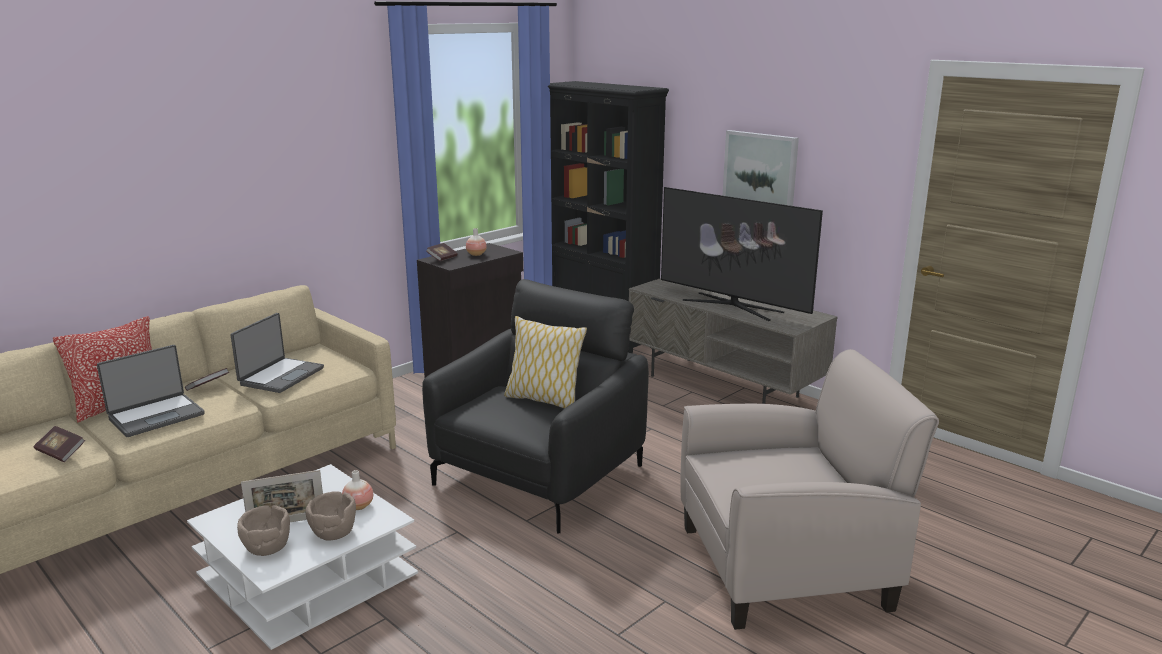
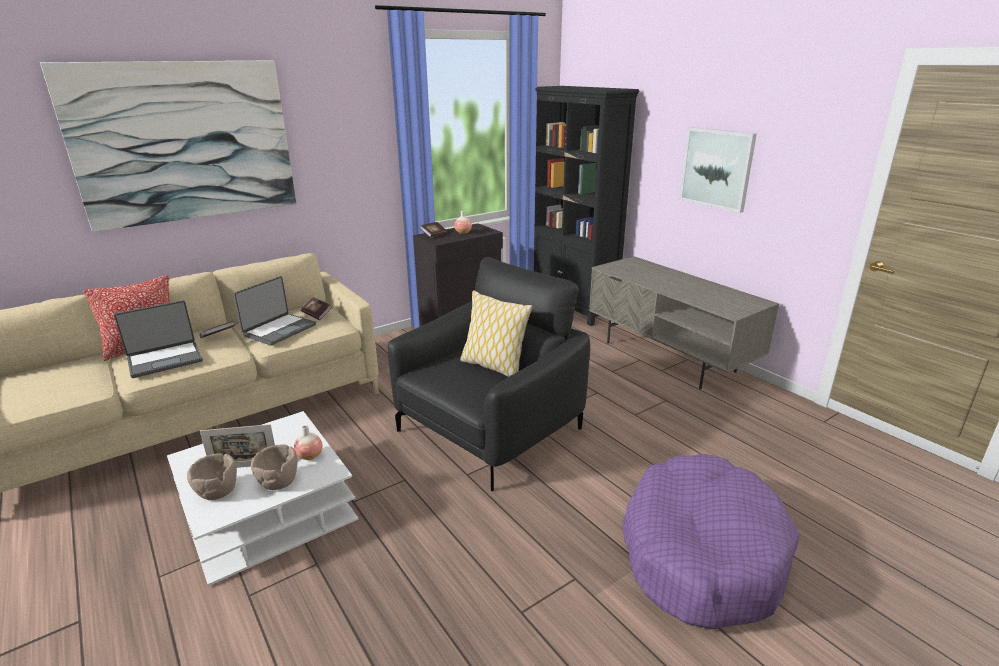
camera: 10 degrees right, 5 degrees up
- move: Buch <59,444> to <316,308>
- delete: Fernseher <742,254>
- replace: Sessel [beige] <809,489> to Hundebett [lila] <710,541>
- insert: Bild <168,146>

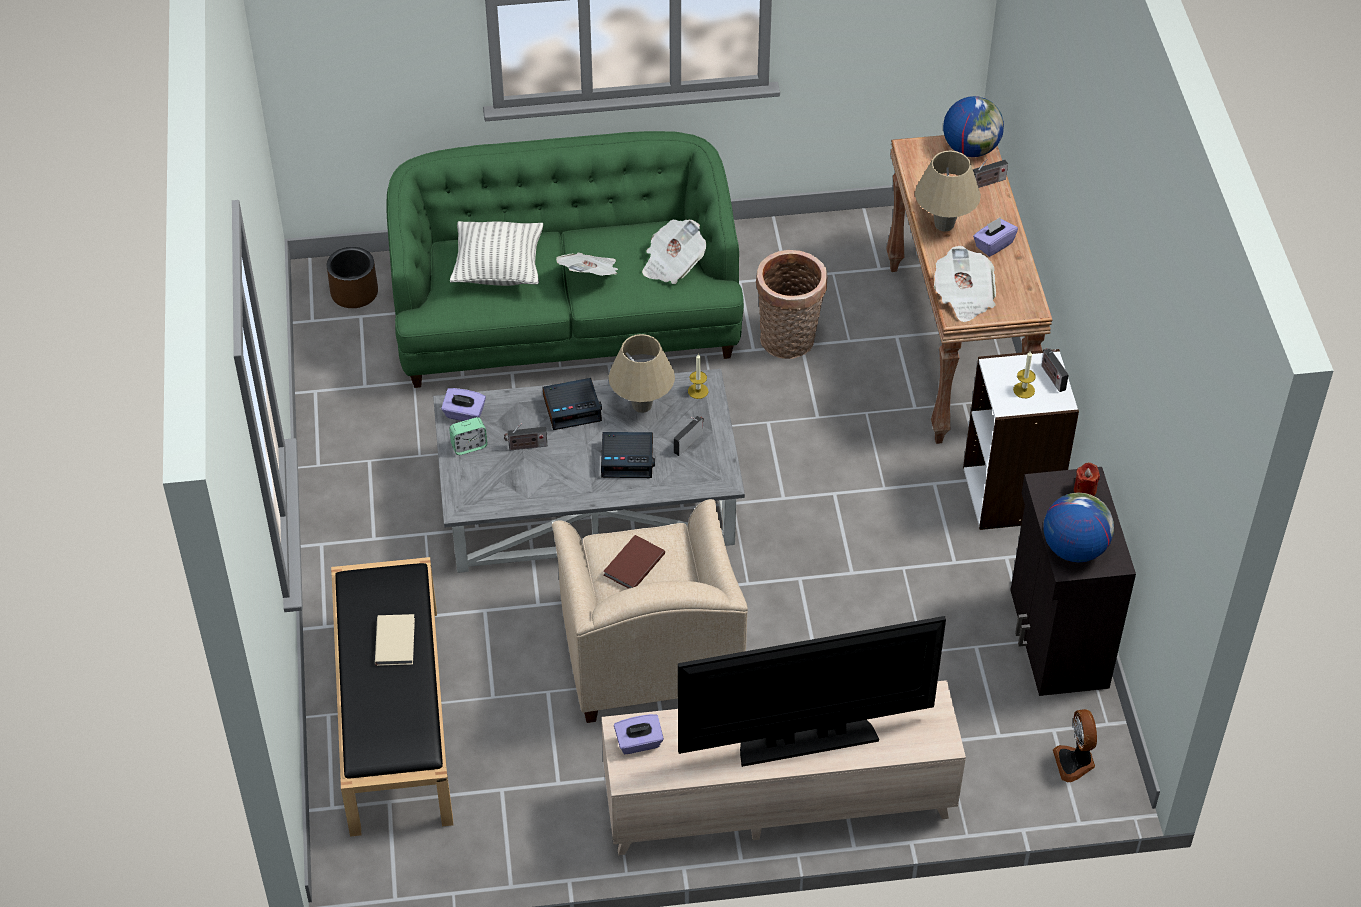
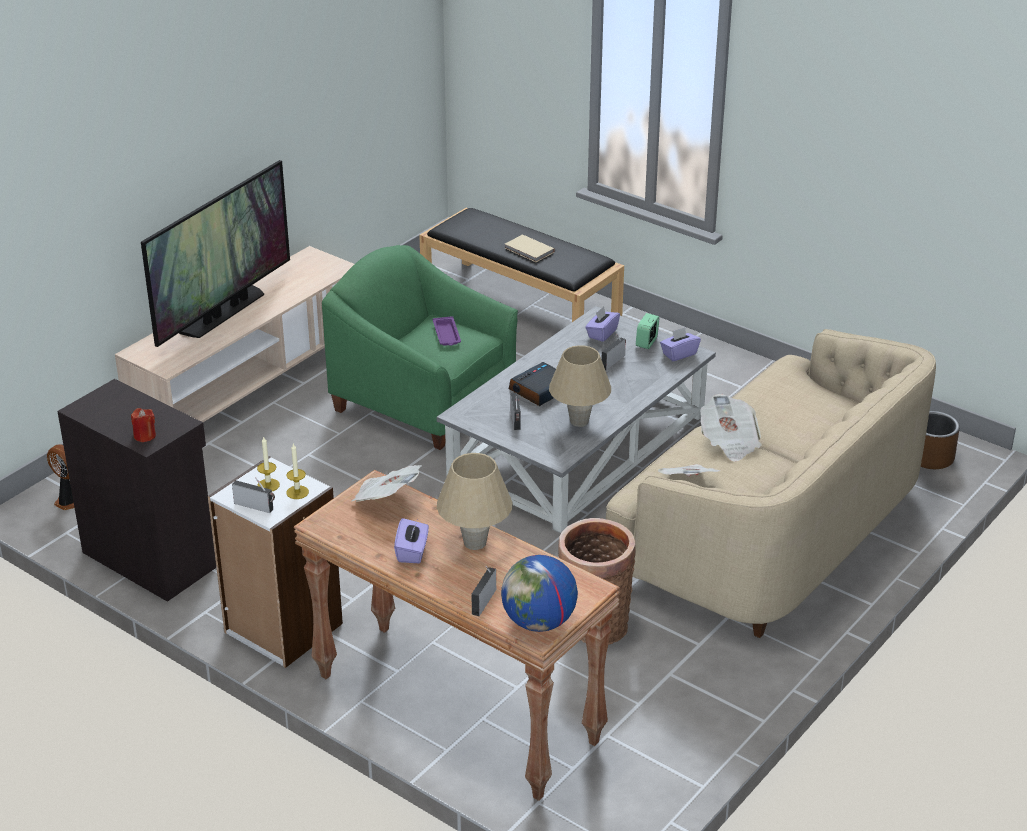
camera: 135 degrees right, 15 degrees down
- recolor: Sofa [grün] <565,259> to Sofa [beige] <771,483>
- delete: Kissen <496,253>
- delete: Wecker <572,404>
- recolor: Sessel [beige] <650,611> to Sessel [grün] <420,347>
- replace: Buch [braun] <634,562> to Tablett [lila] <447,331>
- move: Taschentuchbox [lila] <639,734> to <602,324>
- move: Kerze <698,376> to <297,471>
- delete: Globus <1079,527>

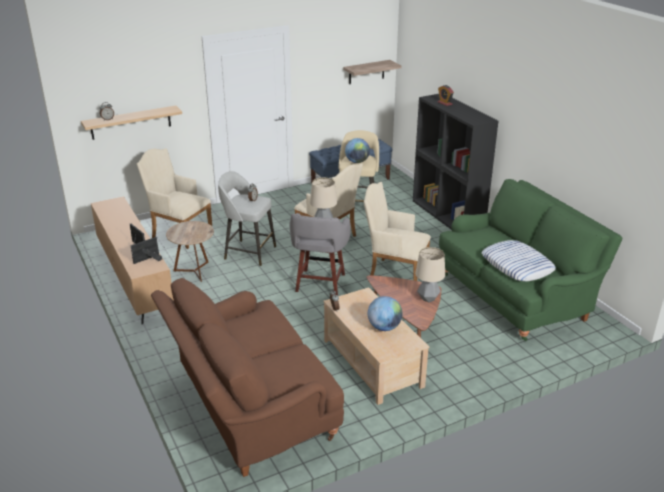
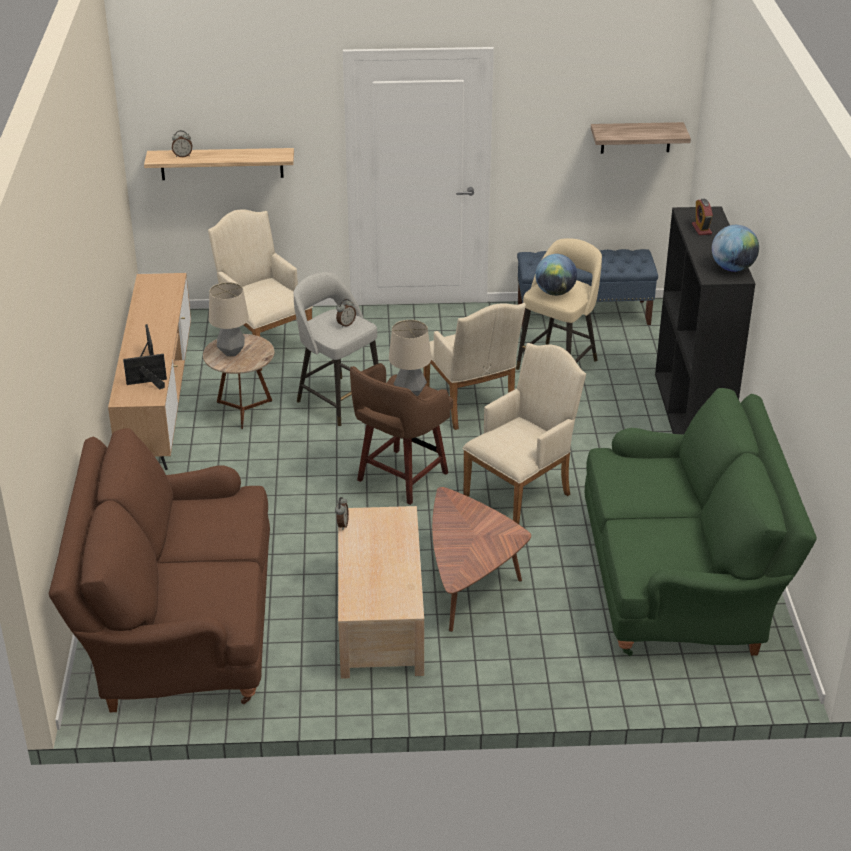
camera: 25 degrees right, 5 degrees up
- recolor: Hocker [grau] <320,254> to Hocker [braun] <401,434>
- rotate: Sessel [beige] <397,231> = <524,433> 90 degrees clockwise
- move: Globus <385,313> to <735,248>
- move: Tischlampe <430,274> to <229,319>
- delete: Kissen <519,261>

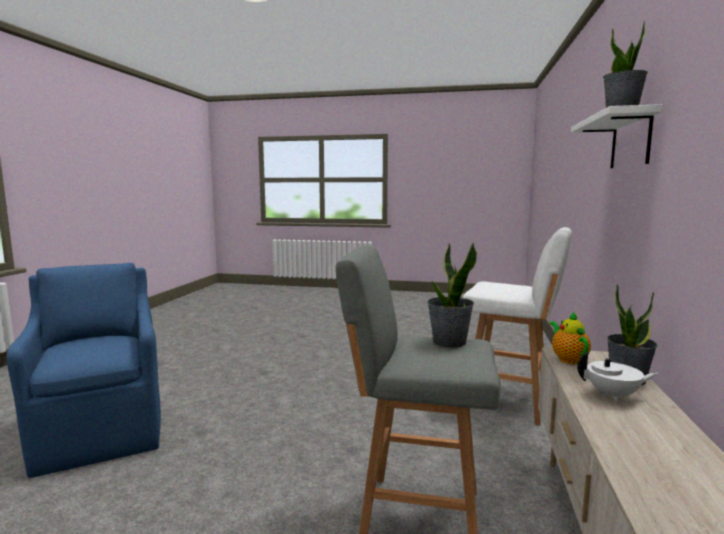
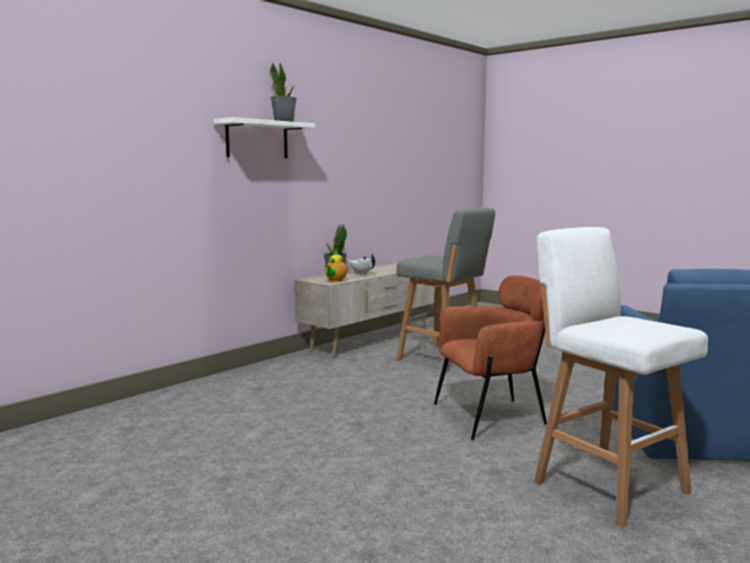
camera: 150 degrees left, 0 degrees up
- delete: Topfpflanze <452,294>
- move: Hocker [weiß] <517,326> to <621,377>
- insert: Sessel [braun] <490,357>

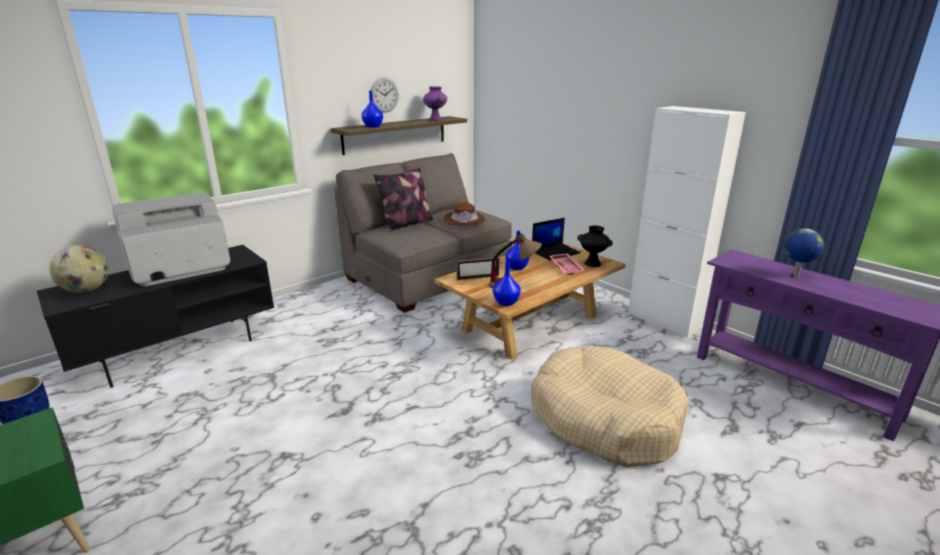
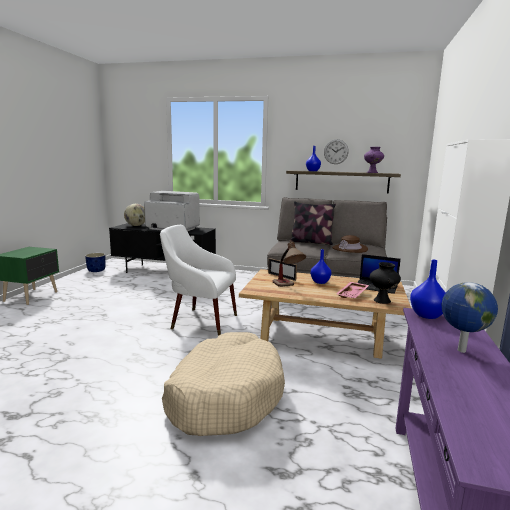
camera: 55 degrees right, 10 degrees down
- move: Vase [blau] <507,283> to <428,289>
- insert: Sessel [weiß] <198,280>

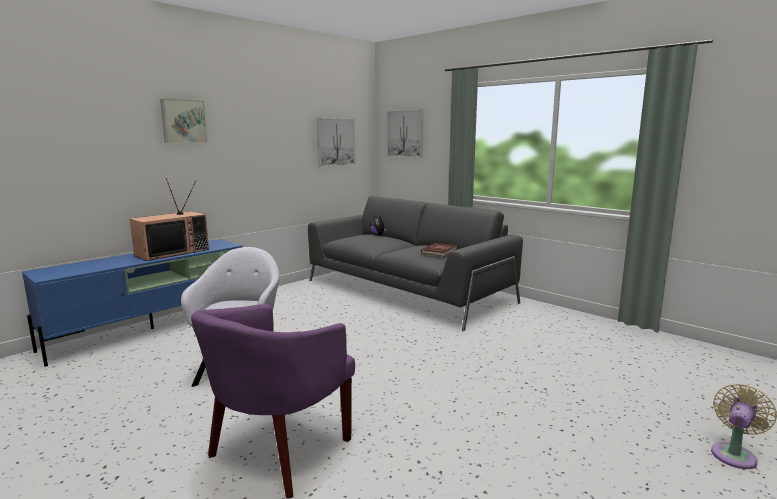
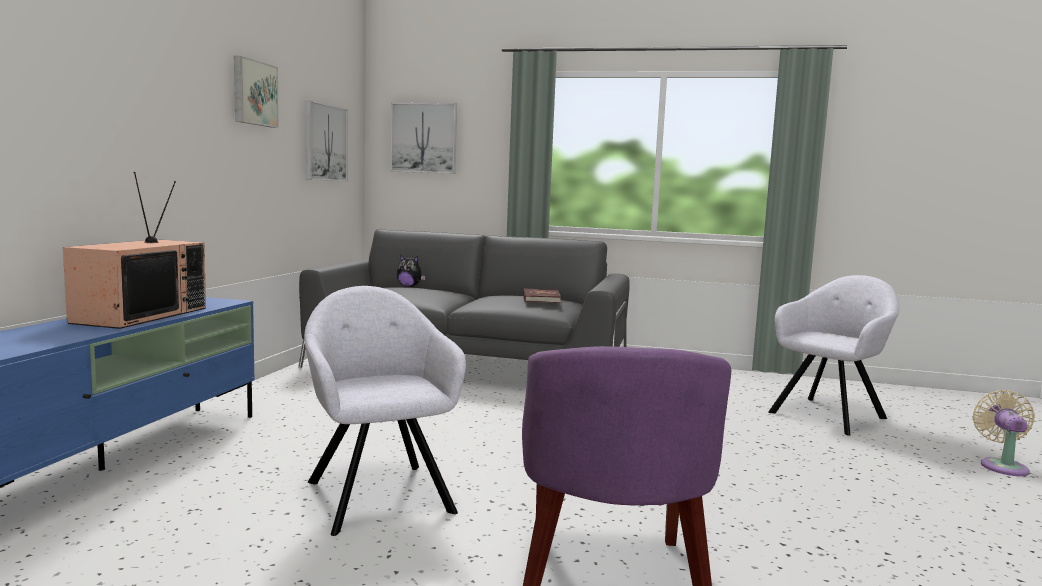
camera: 30 degrees left, 5 degrees down
- move: Bild <183,121> to <256,92>
- insert: Sessel [grau] <833,355>

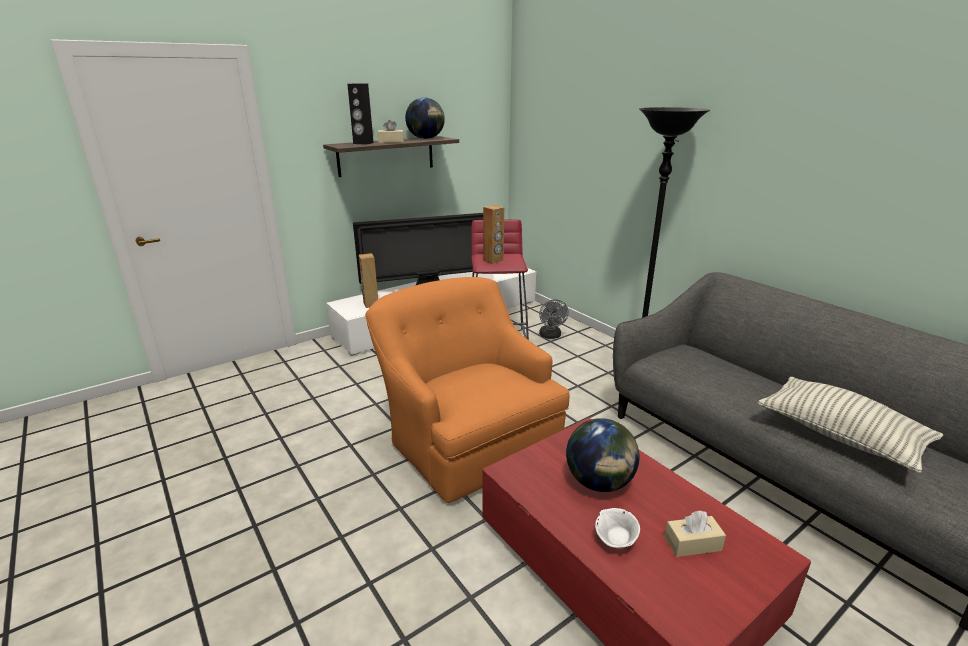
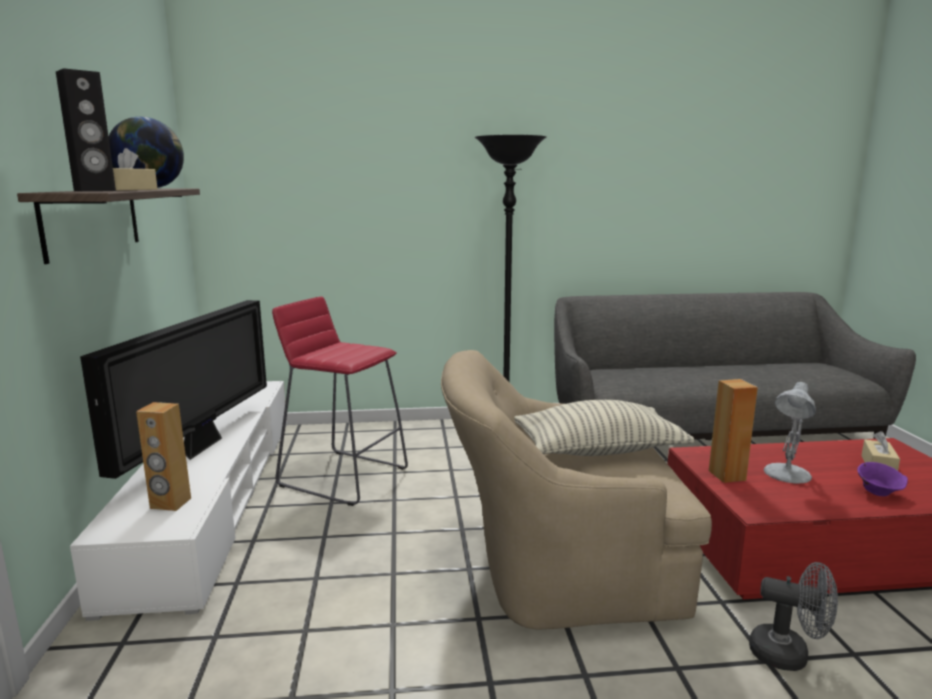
camera: 60 degrees left, 10 degrees down
- recolor: Sessel [orange] <467,390> to Sessel [beige] <576,490>
- move: Lautsprecher [braun] <493,234> to <733,431>
- move: Ventilator [grau] <554,319> to <793,616>
- replace: Globus <602,455> to Tischlampe [weiß] <789,433>
- recolor: Schüssel [weiß] <617,528> to Schüssel [lila] <882,479>
- move: Kissen <850,425> to <604,428>

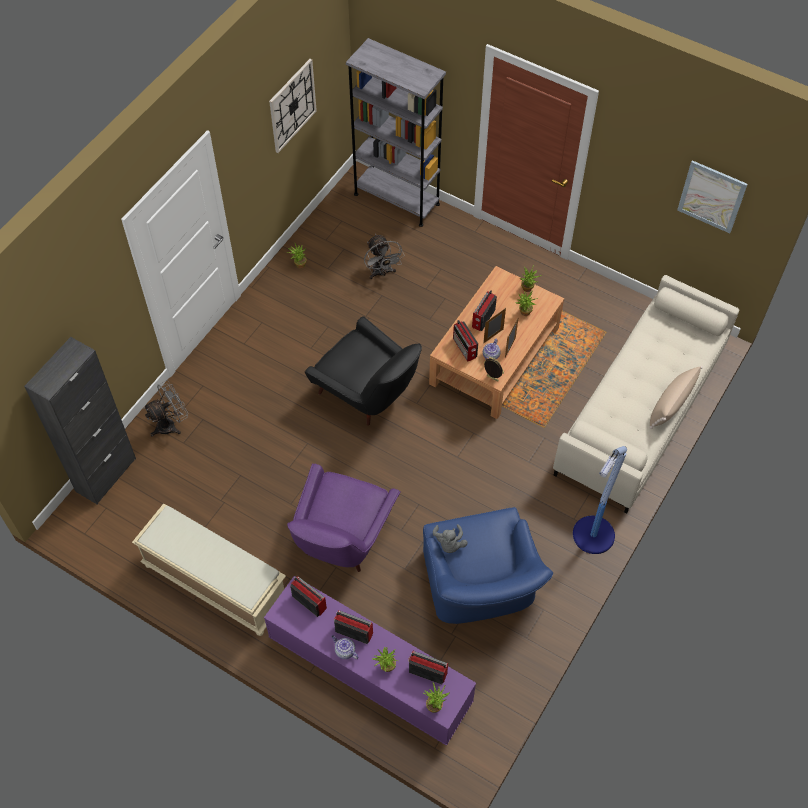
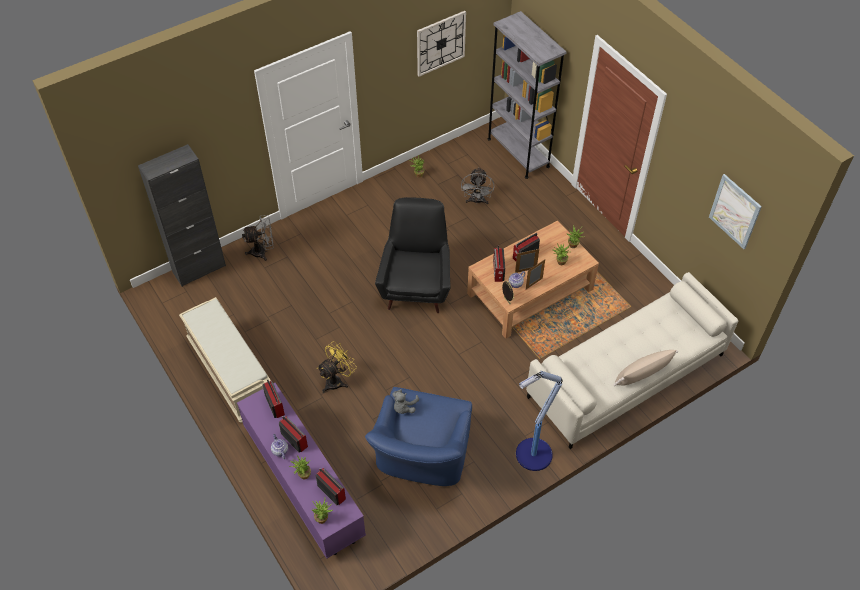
camera: 25 degrees right, 5 degrees down
- replace: Sessel [lila] <344,518> to Ventilator [gelb] <337,367>
- rotate: Sessel [schwarz] <363,370> = <413,255> 150 degrees counterclockwise

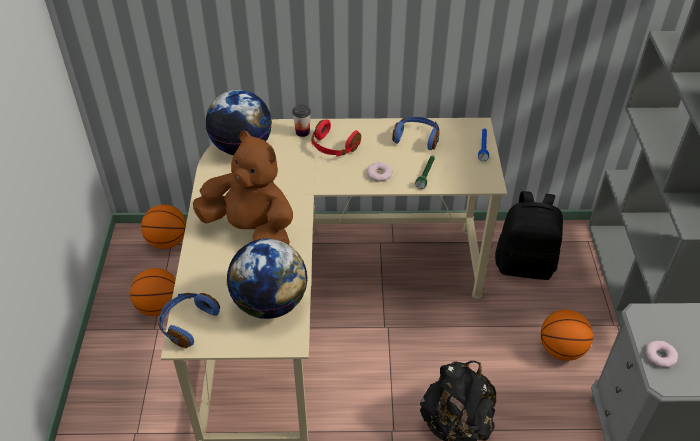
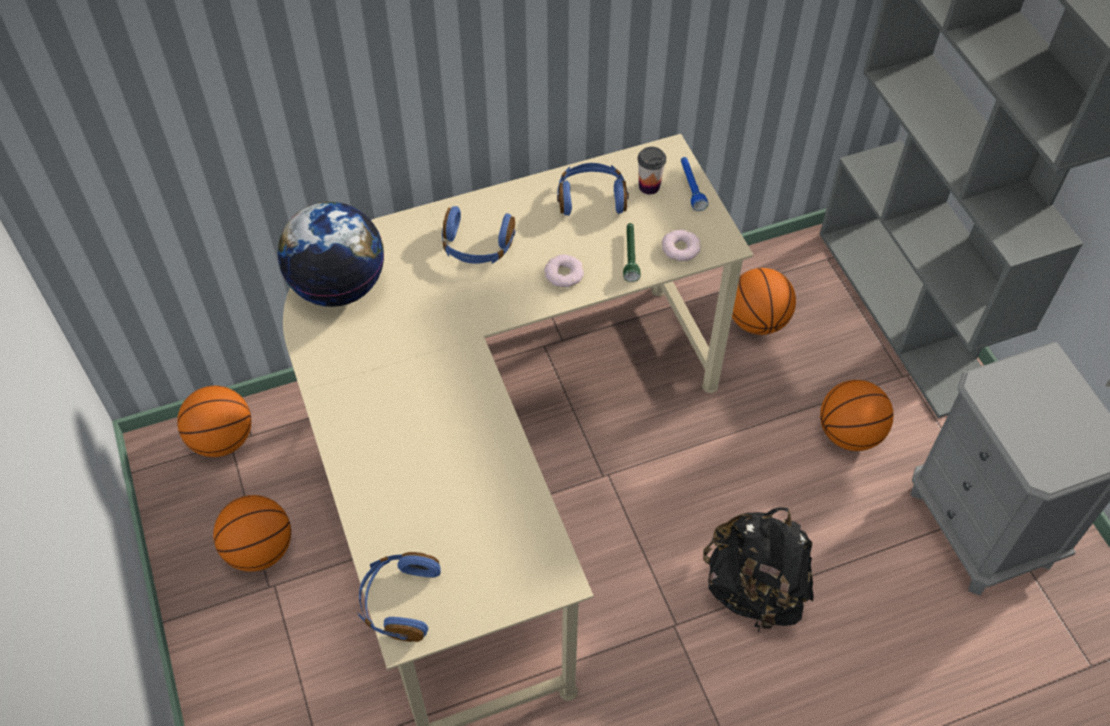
camera: 20 degrees left, 10 degrees up
- delete: Plüschtier [braun] <243,188>
- delete: Globus <267,279>
- move: Tasse <301,120> to <652,171>
- recolor: Kopfhörer [rot] <336,137> to Kopfhörer [blau] <478,235>
- replace: Rucksack [schwarz] <529,235> to Basketball <764,301>
- move: Donut <661,354> to <681,245>

